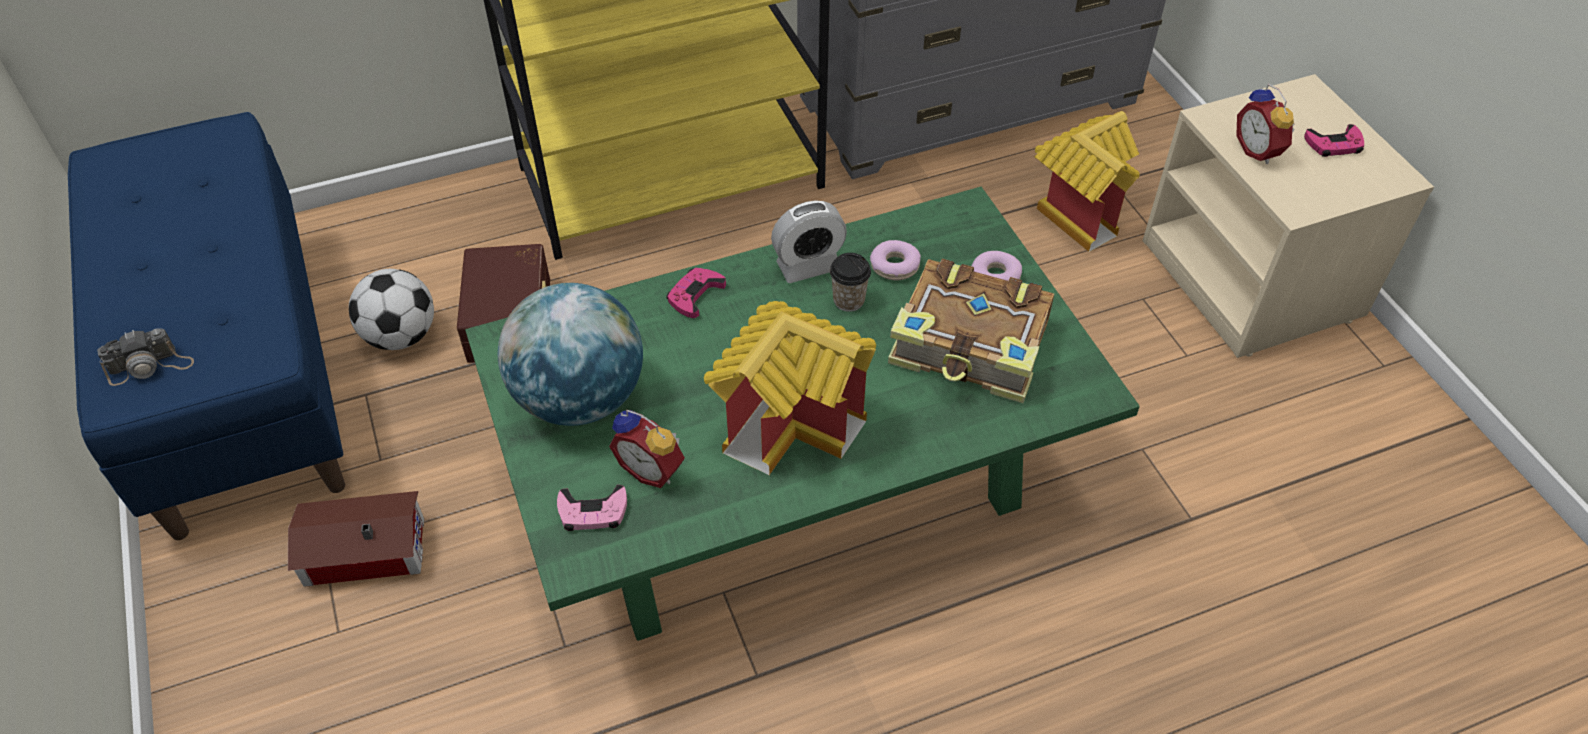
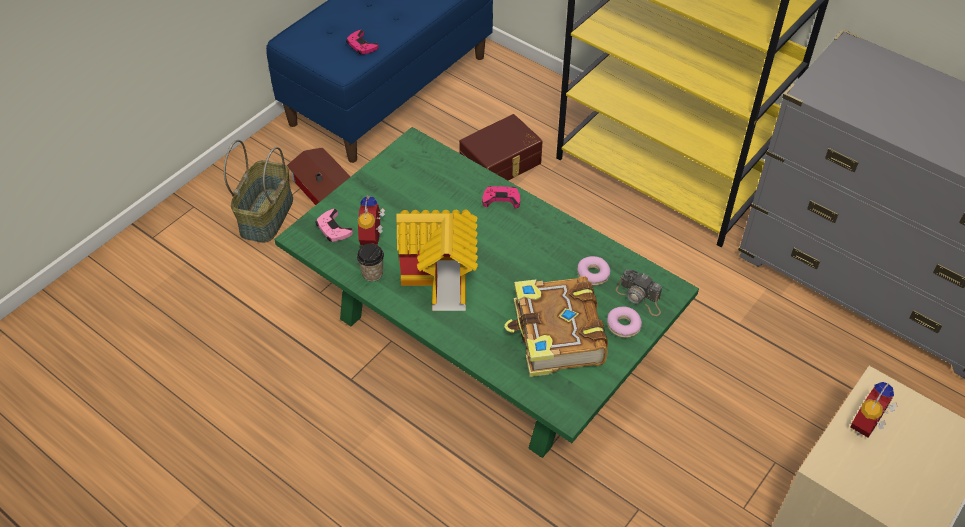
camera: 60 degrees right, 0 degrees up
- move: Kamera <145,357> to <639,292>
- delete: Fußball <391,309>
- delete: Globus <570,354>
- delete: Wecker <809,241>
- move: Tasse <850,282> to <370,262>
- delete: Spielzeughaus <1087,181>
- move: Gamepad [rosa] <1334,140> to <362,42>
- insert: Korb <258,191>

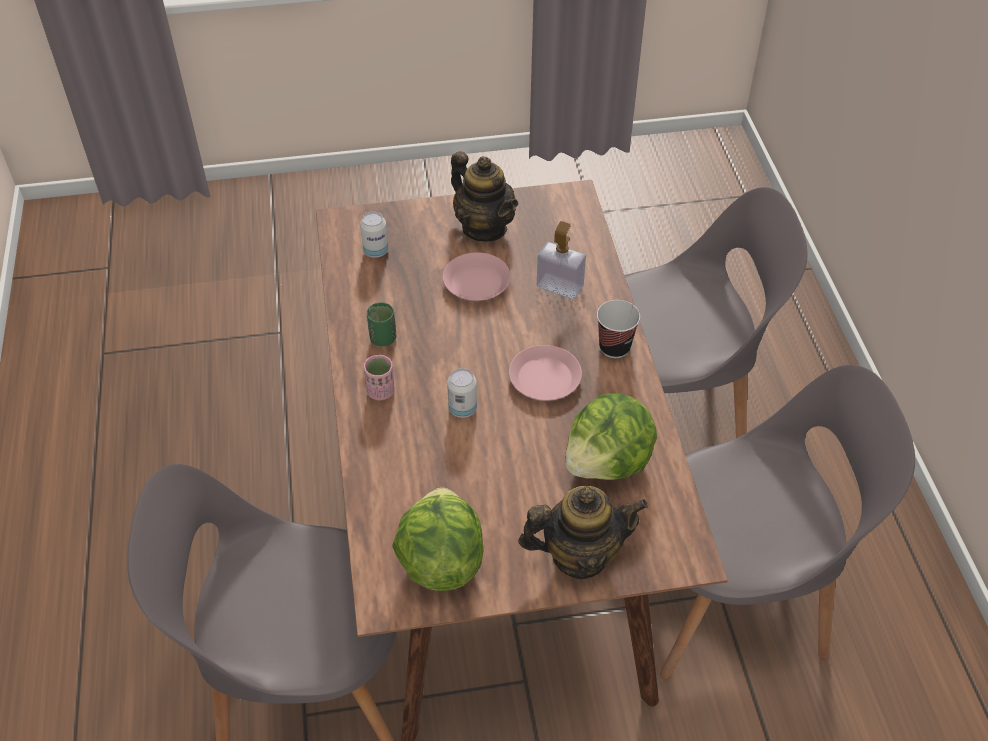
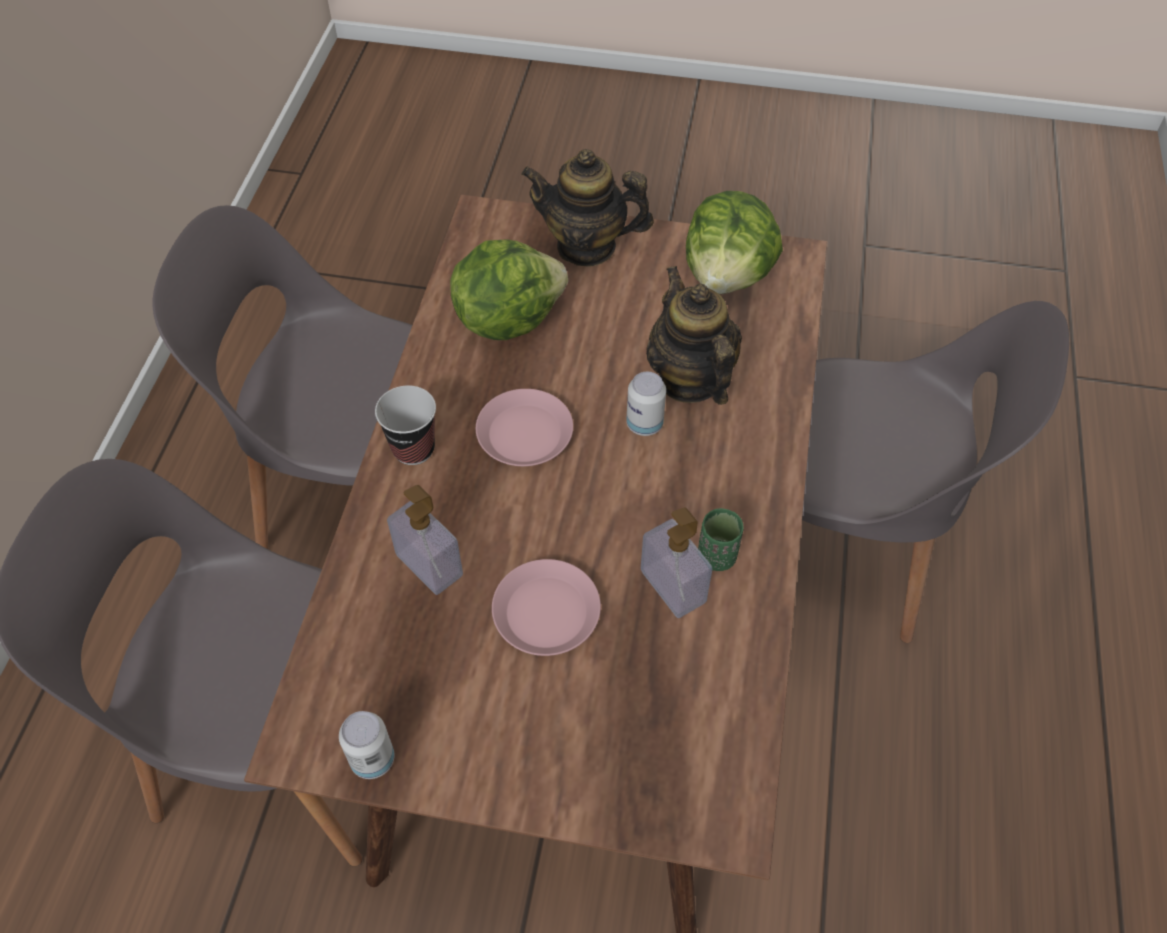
camera: 160 degrees left, 5 degrees up
- move: Dose <374,235> to <367,745>
- delete: Tasse [rosa] <379,377>
- move: Teekanne <484,196> to <694,335>
- insert: Seifenspender <676,563>

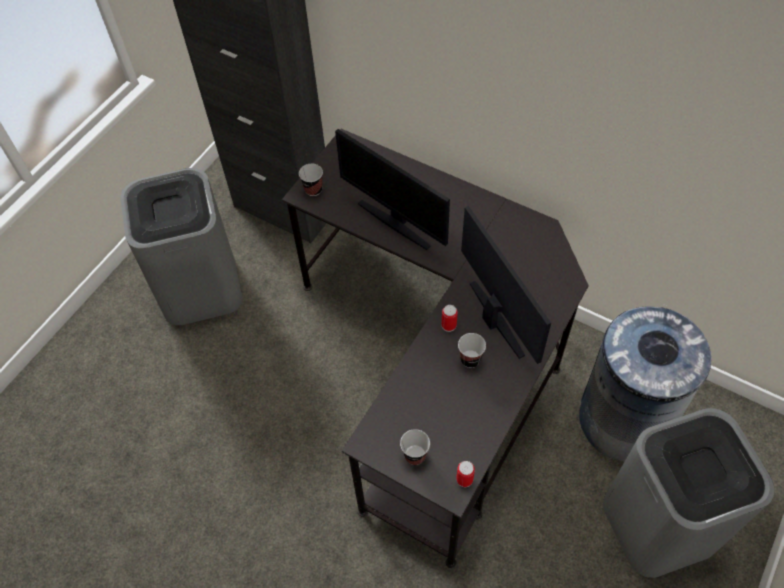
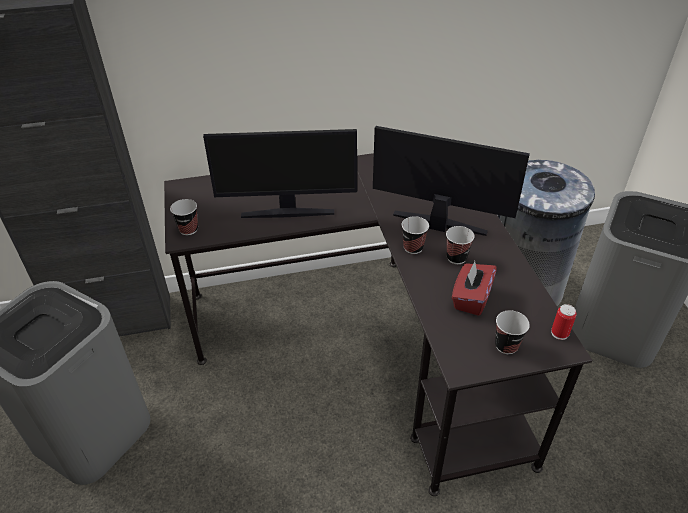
camera: 45 degrees left, 15 degrees down
- replace: Dose <450,318> to Tasse <415,235>
- insert: Taschentuchbox [rot] <474,288>

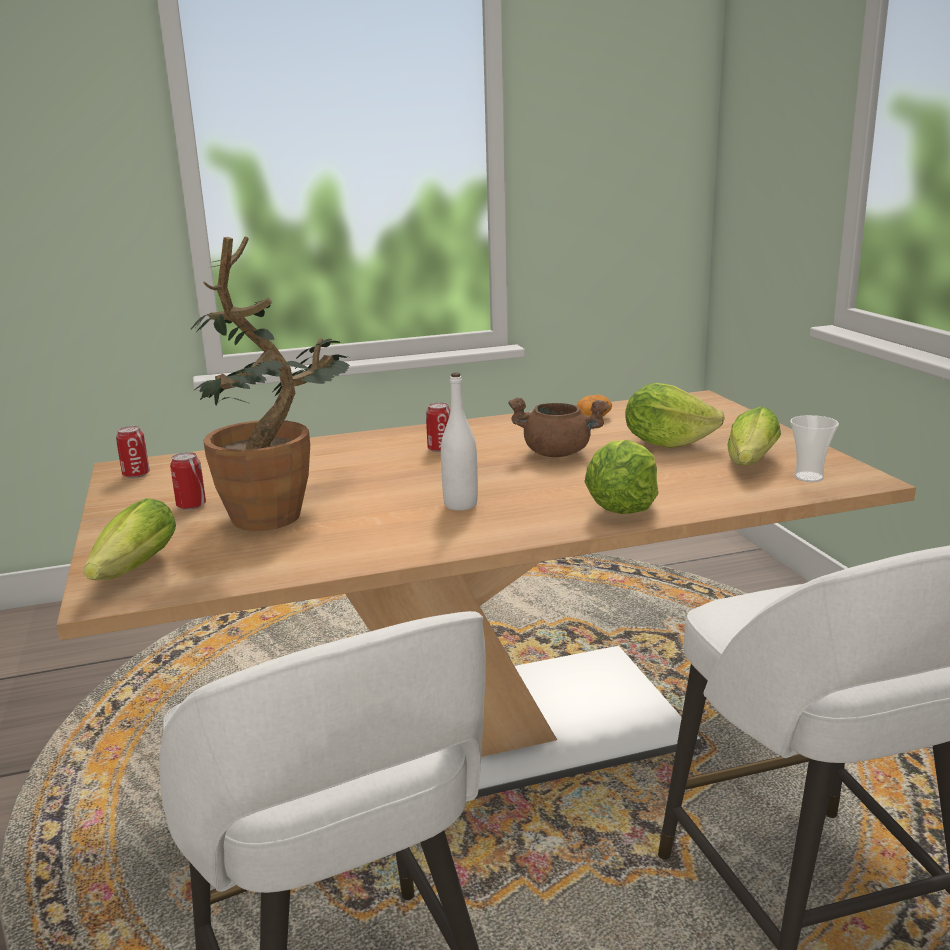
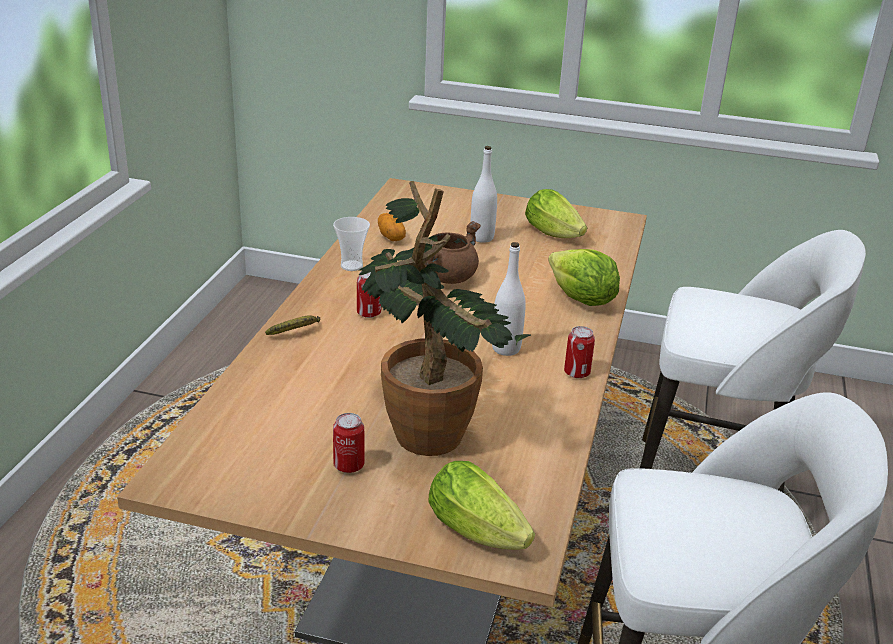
camera: 60 degrees left, 10 degrees up
- move: Dose <133,452> to <579,352>
- replace: Salatkopf <675,415> to Flasche [weiß] <483,194>
- move: Tasse <814,448> to <351,244>
- insert: Banane <292,325>

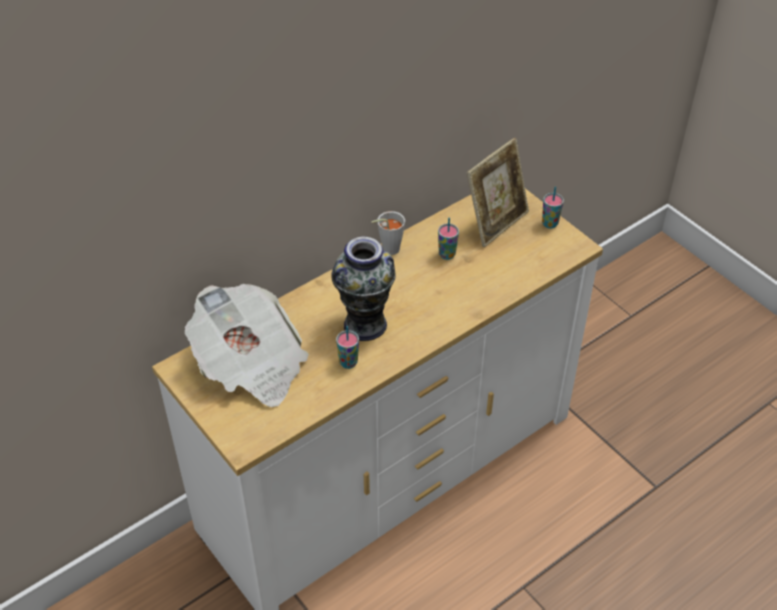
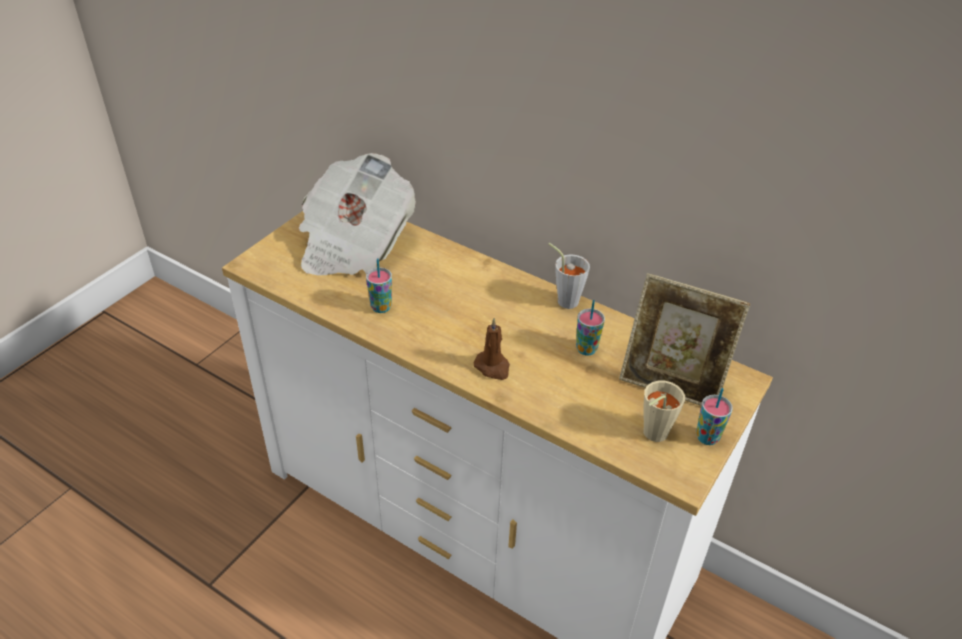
camera: 70 degrees right, 5 degrees down
- delete: Vase <363,289>
- insert: Kerze [braun] <491,349>
- insert: Tasse [beige] <664,411>

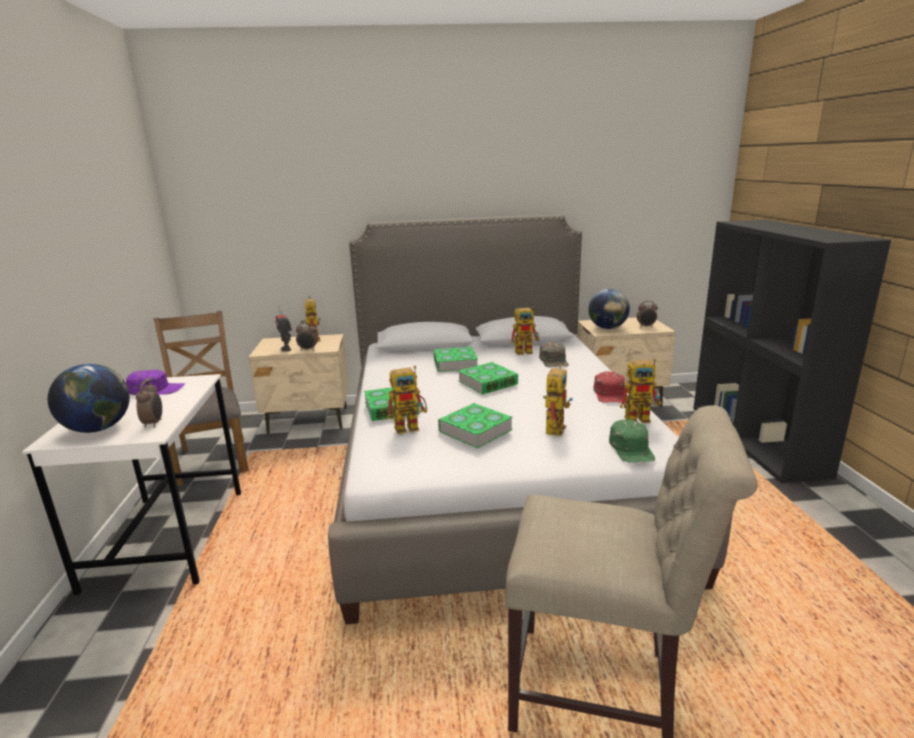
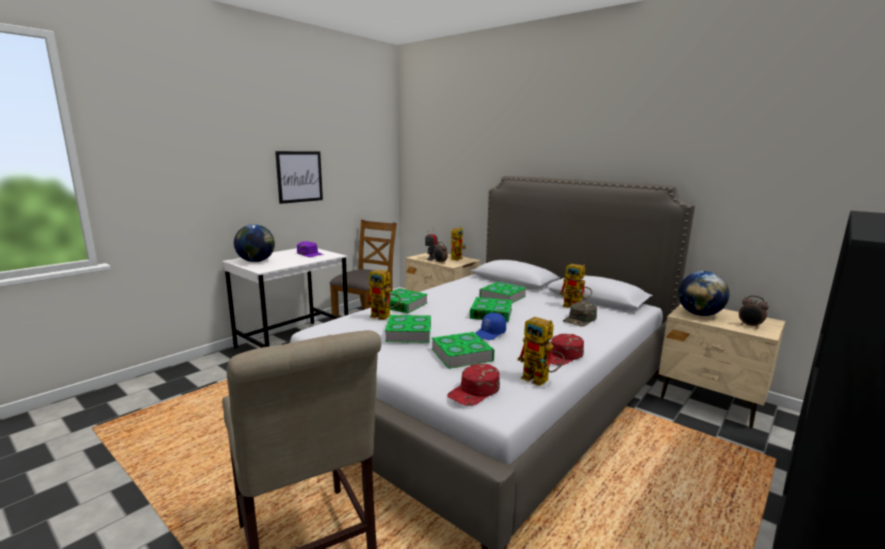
camera: 45 degrees right, 5 degrees down
- delete: Wecker <149,404>
- replace: Spielzeugroboter <558,400> to Buch <463,350>
- recolor: Kappe [grün] <632,440> to Kappe [rot] <473,385>
- insert: Bild <299,177>
- insert: Kappe [blau] <490,326>

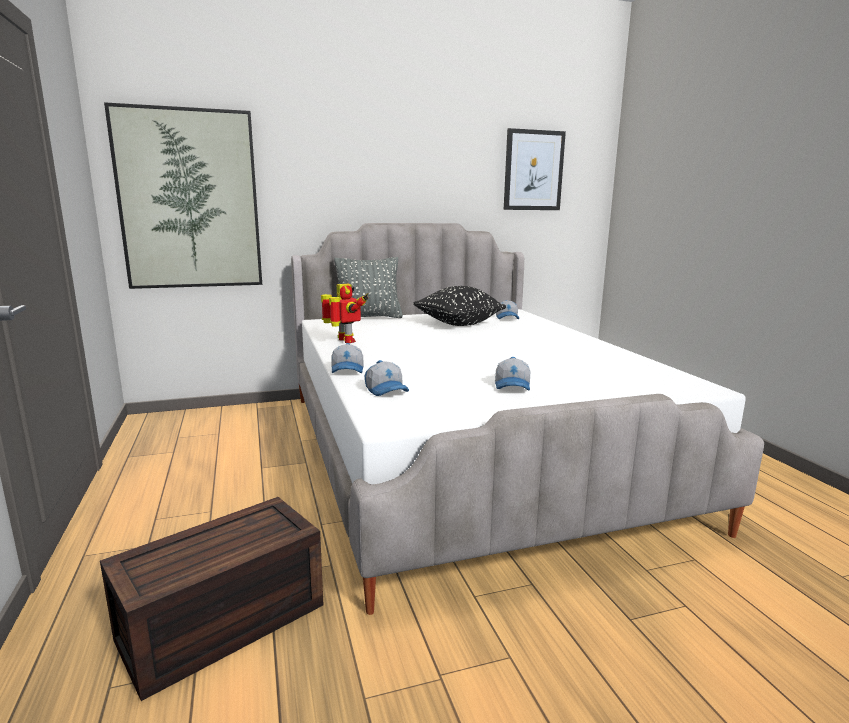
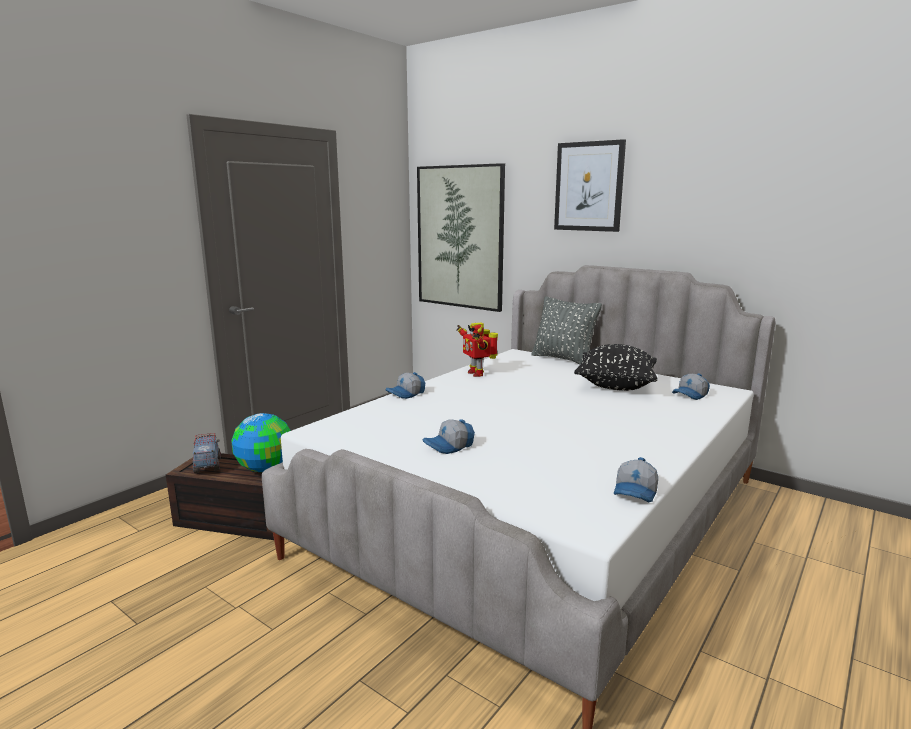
camera: 55 degrees right, 0 degrees up
- rotate: Spielzeugroboter <344,313> = <477,349> 135 degrees clockwise
- move: Kappe <387,378> to <636,479>
- move: Bild <535,169> to <590,185>
- insert: Spielzeuglaster <207,453>
- insert: Globus <261,442>

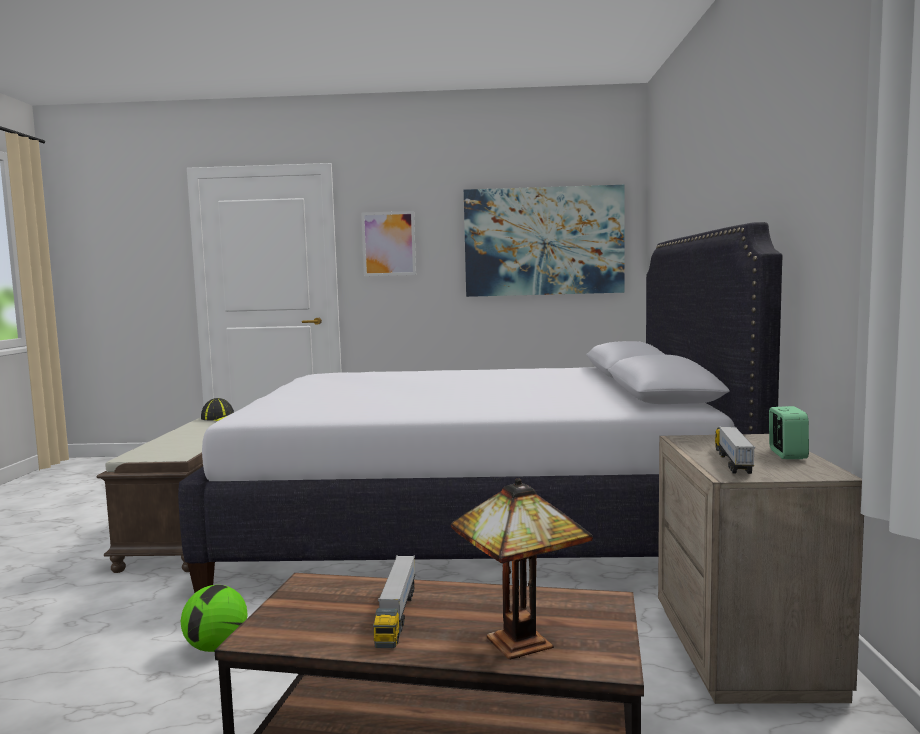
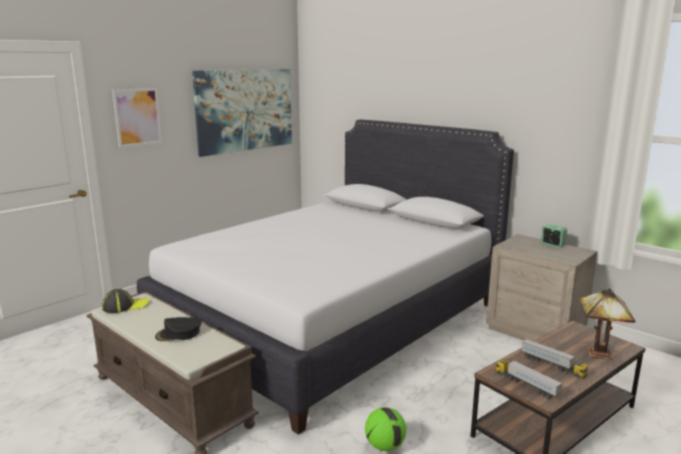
camera: 50 degrees left, 10 degrees up
- move: Spielzeuglaster <735,450> to <529,379>
- insert: Kappe [schwarz] <178,329>

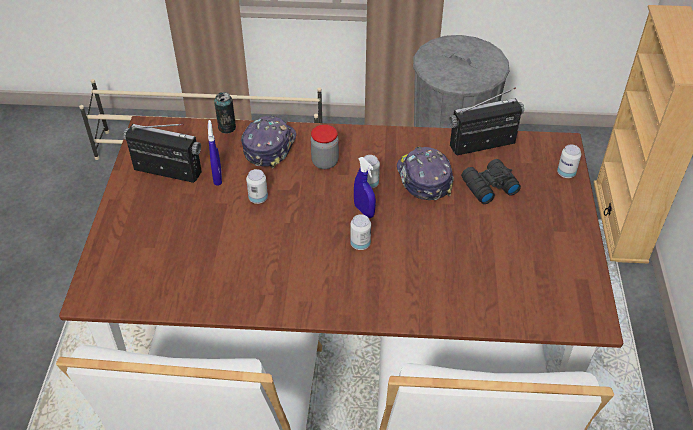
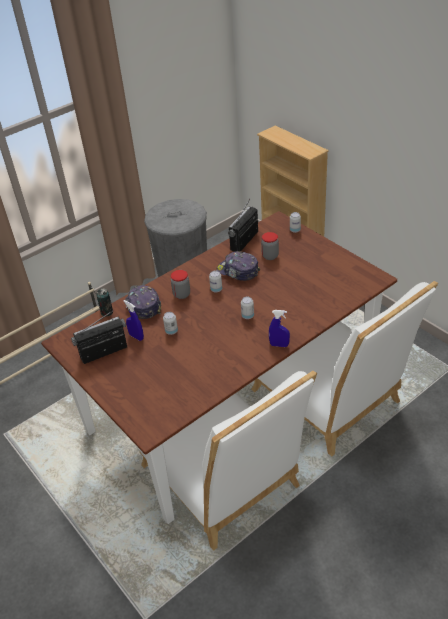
camera: 40 degrees left, 5 degrees down
- move: Sprühflasche [blau] <365,187> to <279,328>
- replace: Fernglas [schwarz] <491,181> to Vorratsglas <270,246>

